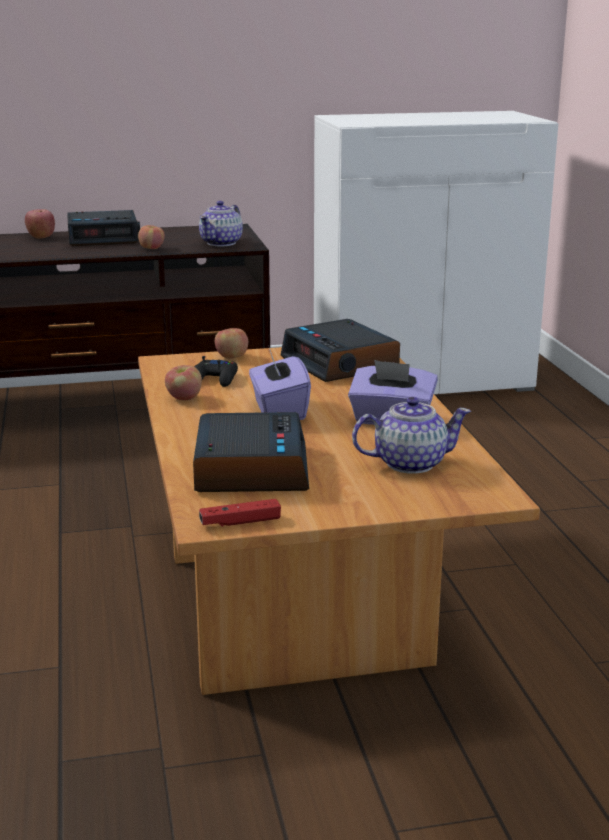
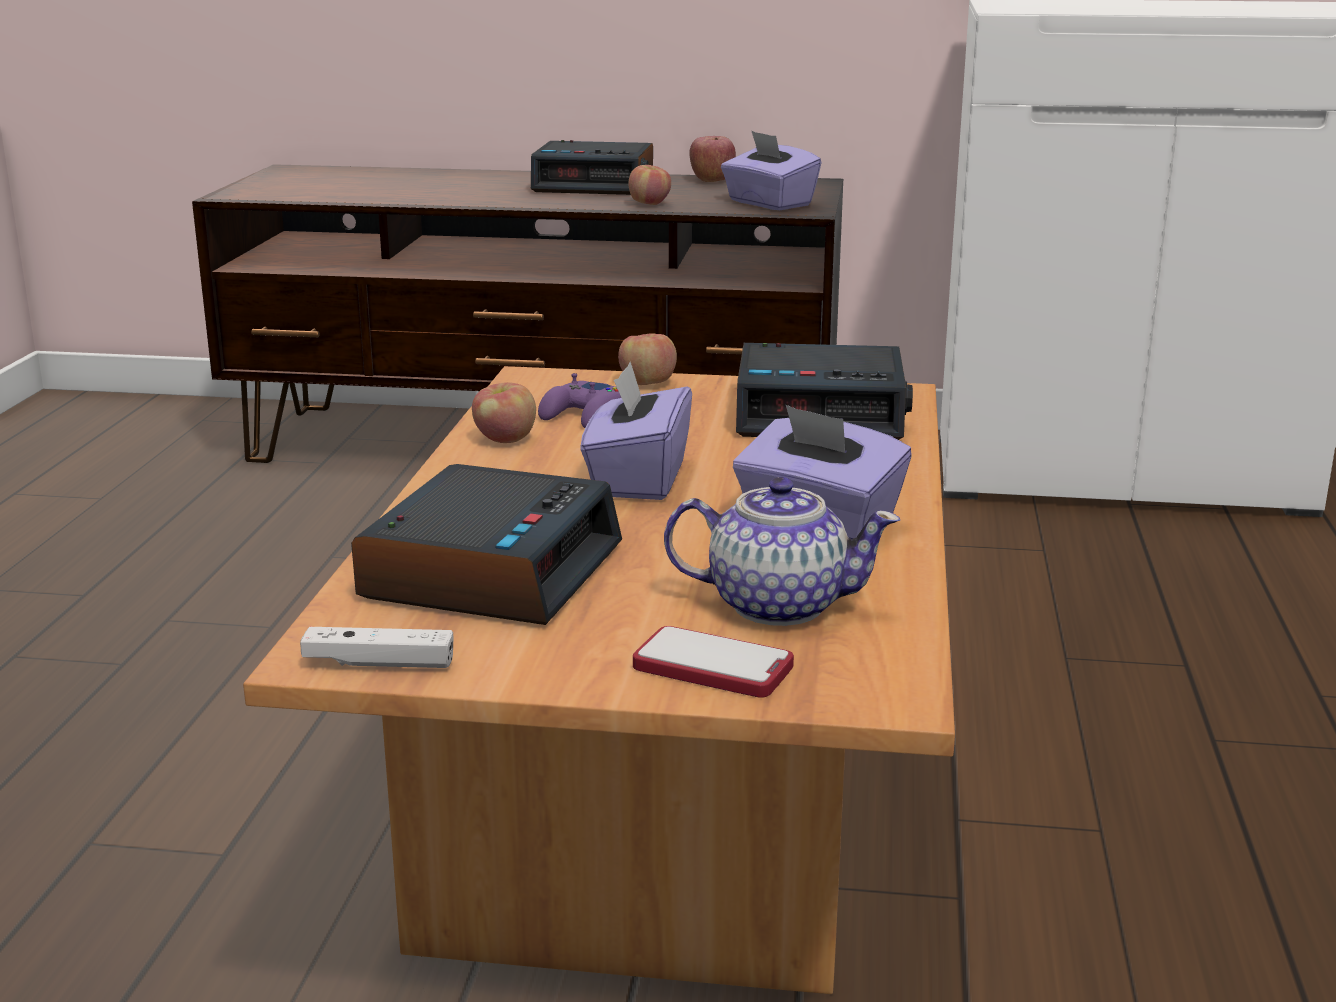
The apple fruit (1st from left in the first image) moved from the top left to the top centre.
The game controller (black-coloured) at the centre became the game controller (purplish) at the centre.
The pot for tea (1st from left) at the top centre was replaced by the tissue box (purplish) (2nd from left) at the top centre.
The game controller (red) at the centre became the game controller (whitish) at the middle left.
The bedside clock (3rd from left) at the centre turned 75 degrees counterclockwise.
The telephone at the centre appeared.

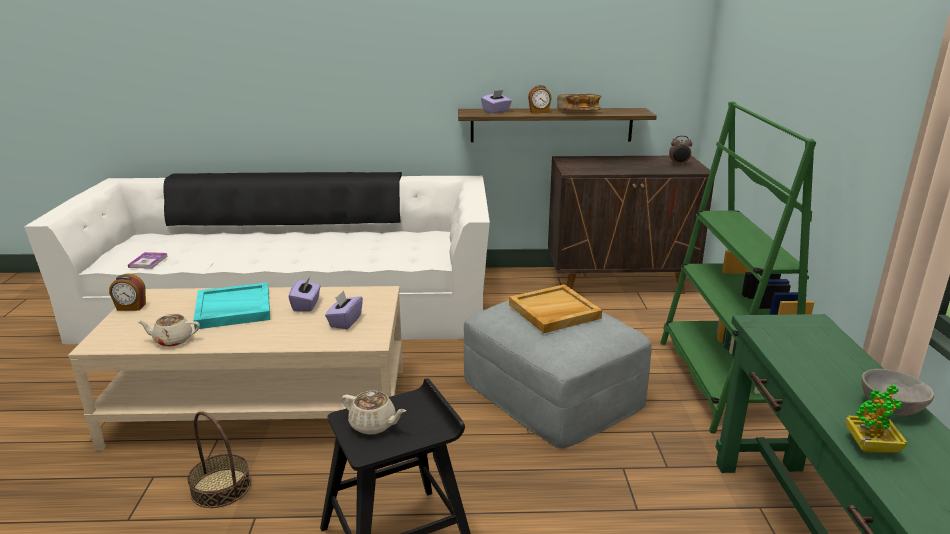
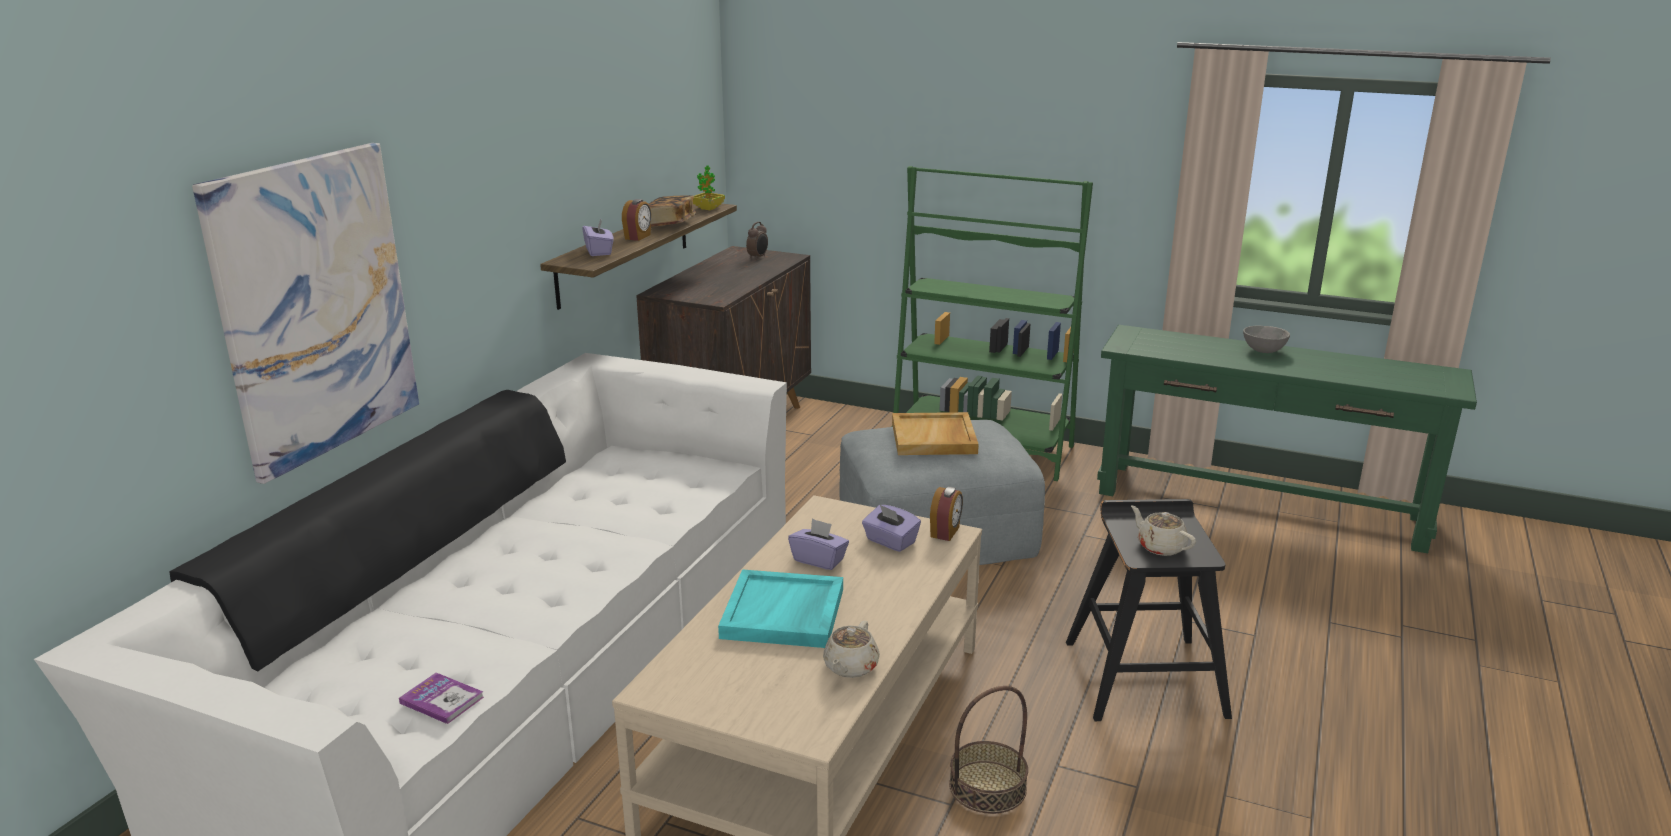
The bedside clock (1st from left in the first image) moved from the middle left to the centre.
The pot for tea (sand-coloured) (2nd from left) at the bottom centre turned 90 degrees counterclockwise.
The potted plant moved from the bottom right to the top centre.
The wall picture at the middle left appeared.

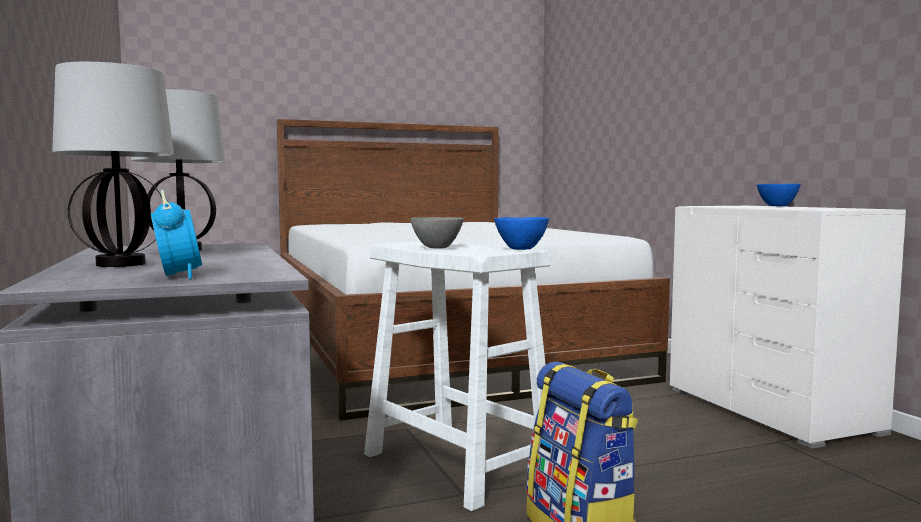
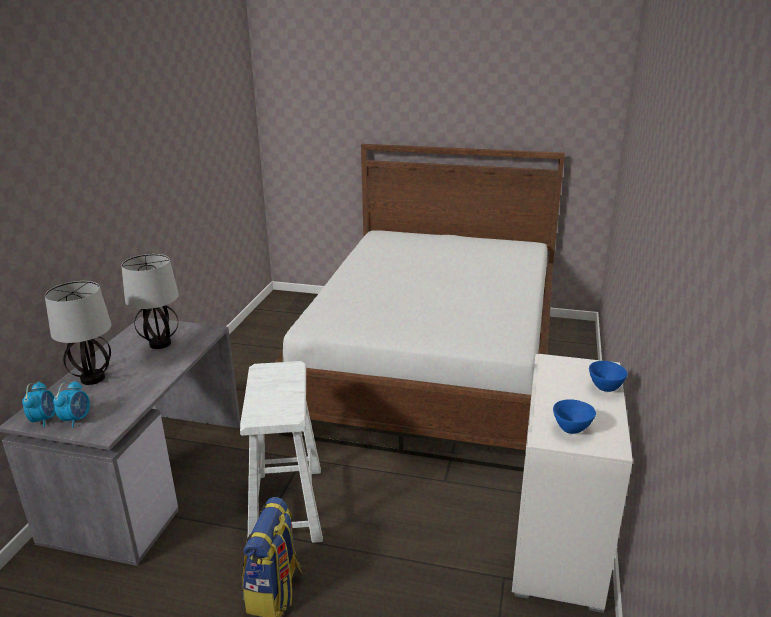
The bowl (grey) at the centre disappeared.
The bowl (blue-coloured) (1st from left) moved from the centre to the bottom right.
The bedside clock (1st from left) at the middle left appeared.

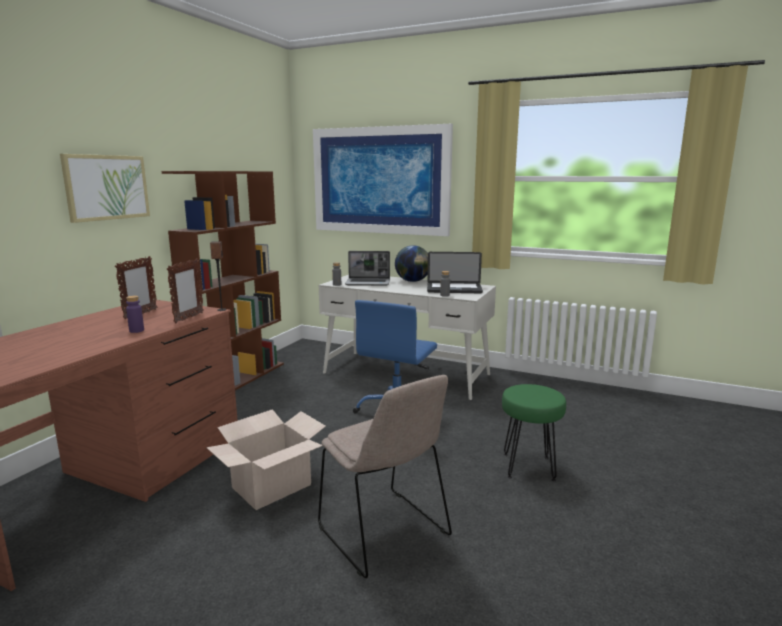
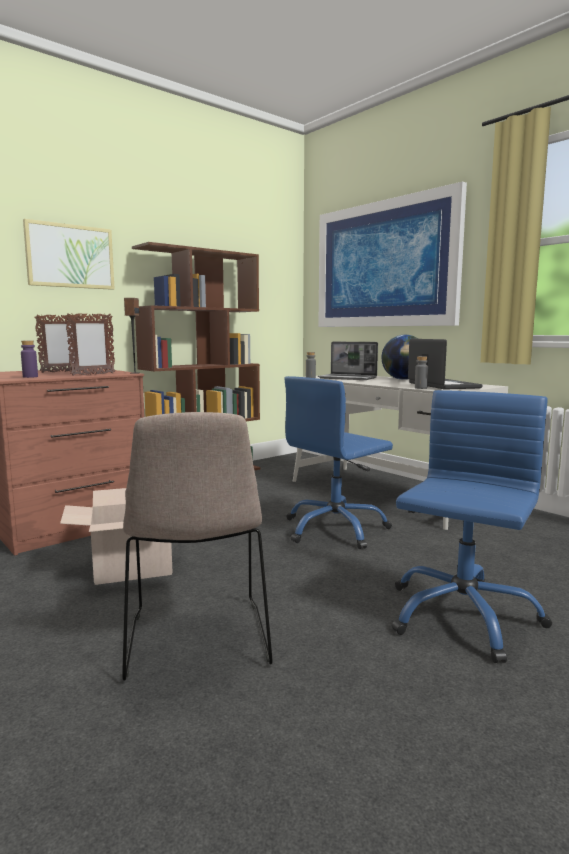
The notebook computer (2nd from left) at the centre turned 135 degrees counterclockwise.
The sitting stool (green) at the bottom right was replaced by the desk chair (blue-coloured) (2nd from left) at the middle right.

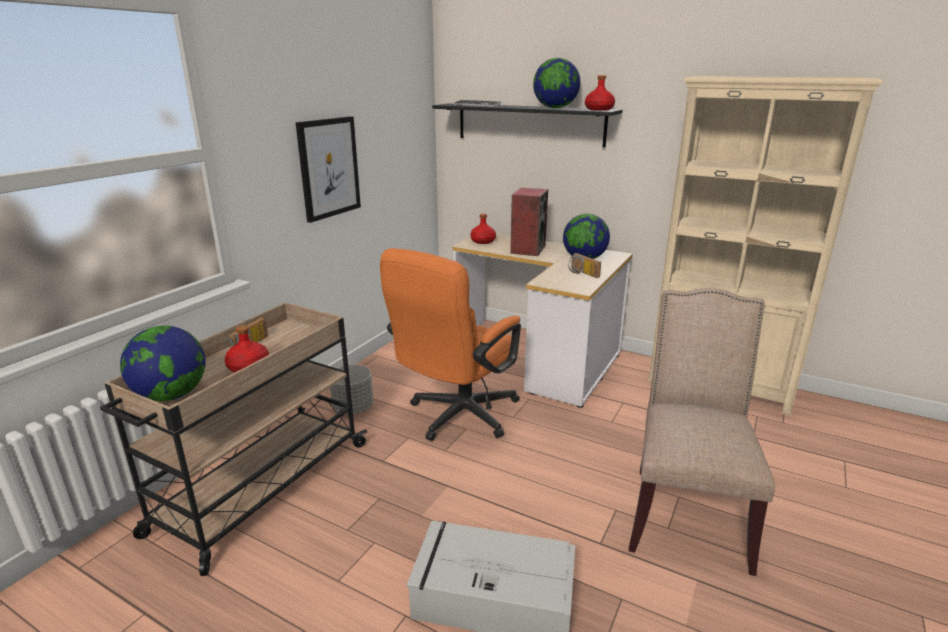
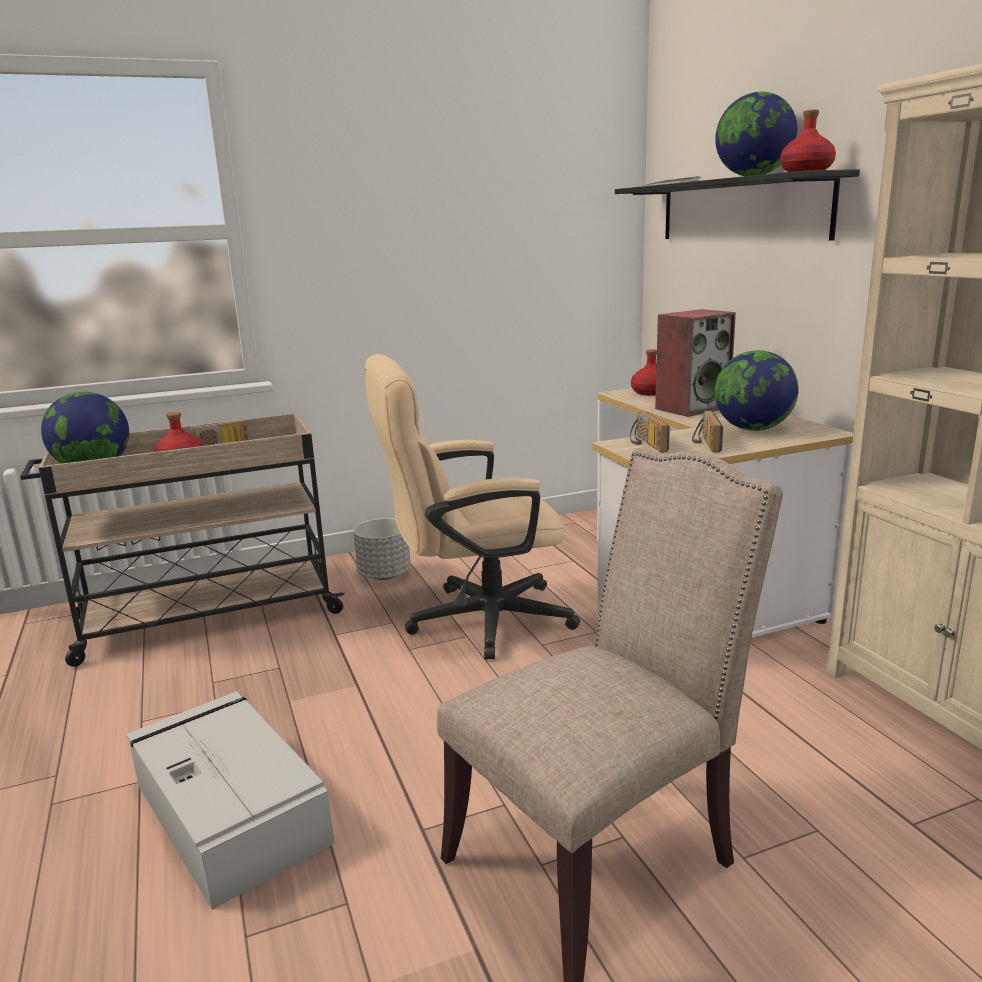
The wall picture at the top centre disappeared.
The desk chair (orange) at the centre became the desk chair (sand-coloured) at the centre.
The radio set (2nd from left) at the centre appeared.

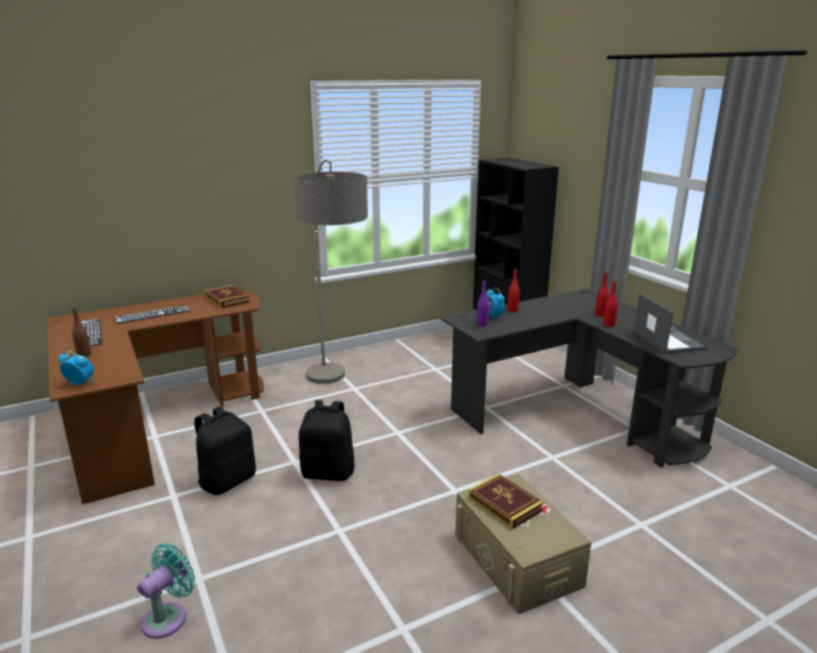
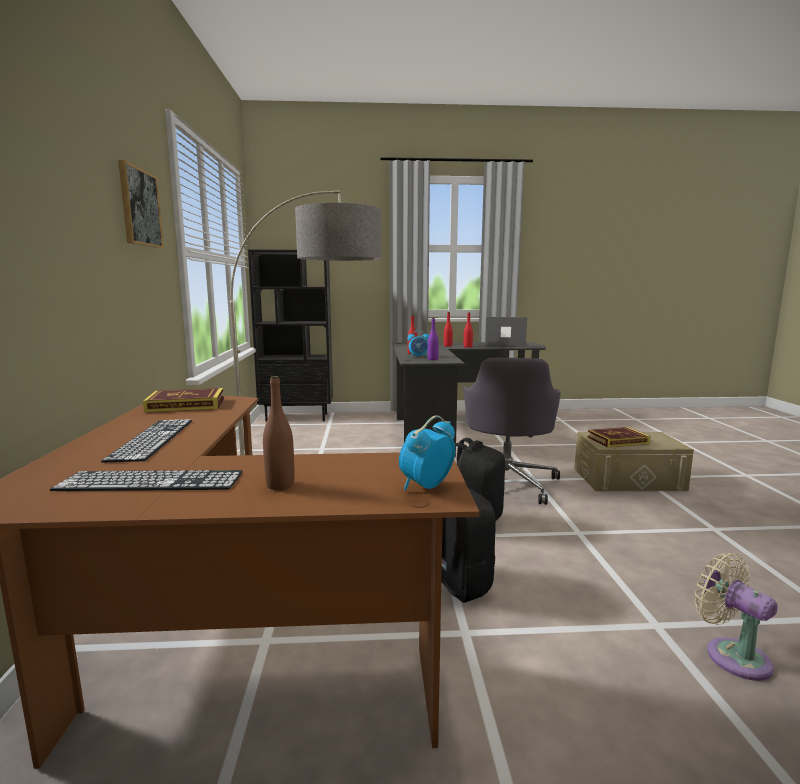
The fan (turquoise-coloured) at the bottom left became the fan (sand-coloured) at the bottom right.
The wall picture at the top left appeared.
The desk chair (grey) at the centre appeared.

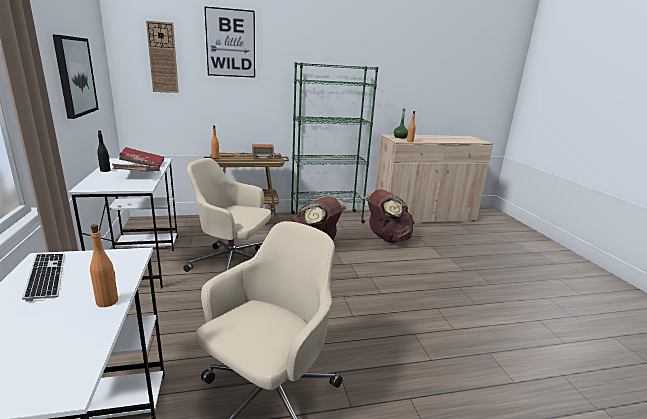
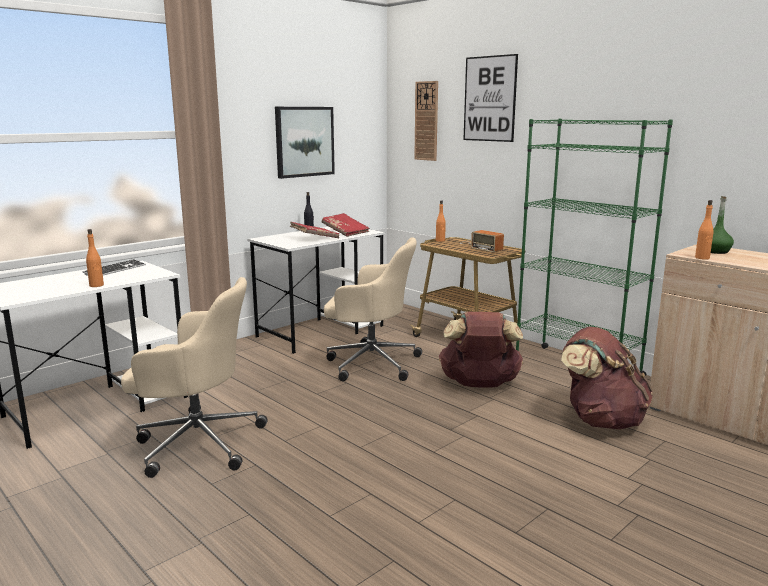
The desk chair (sand-coloured) (1st from left in the first image) at the centre turned 120 degrees clockwise.

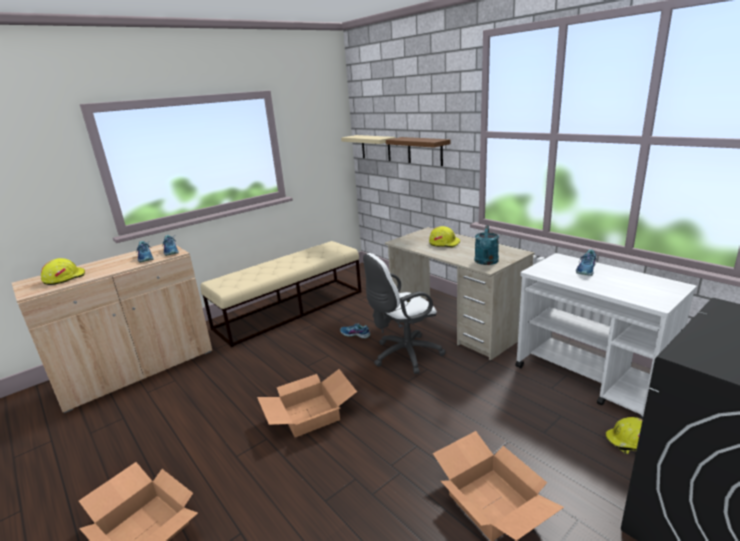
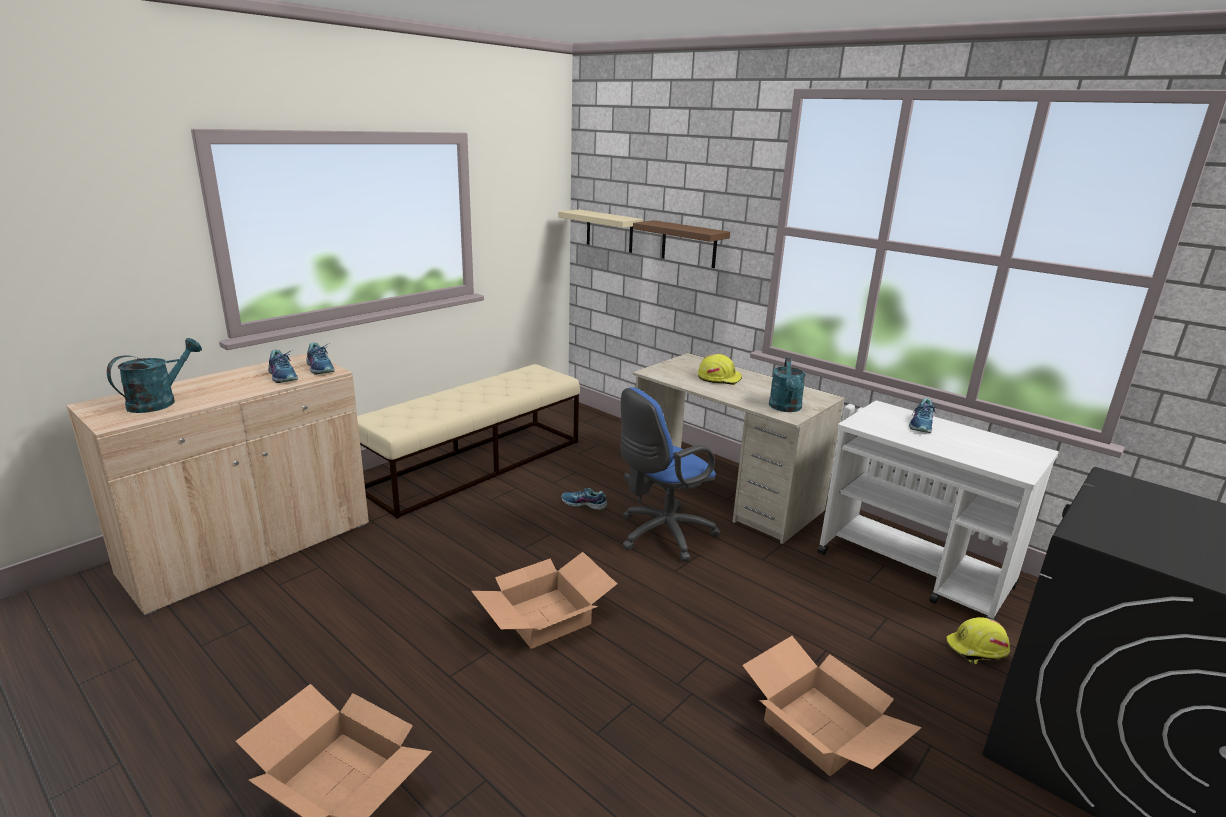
The work helmet (yellow-coloured) (1st from left) at the middle left was replaced by the sprinkling can (turquoise-coloured) (1st from left) at the middle left.
The desk chair (whitish) at the centre became the desk chair (blue-coloured) at the centre.

